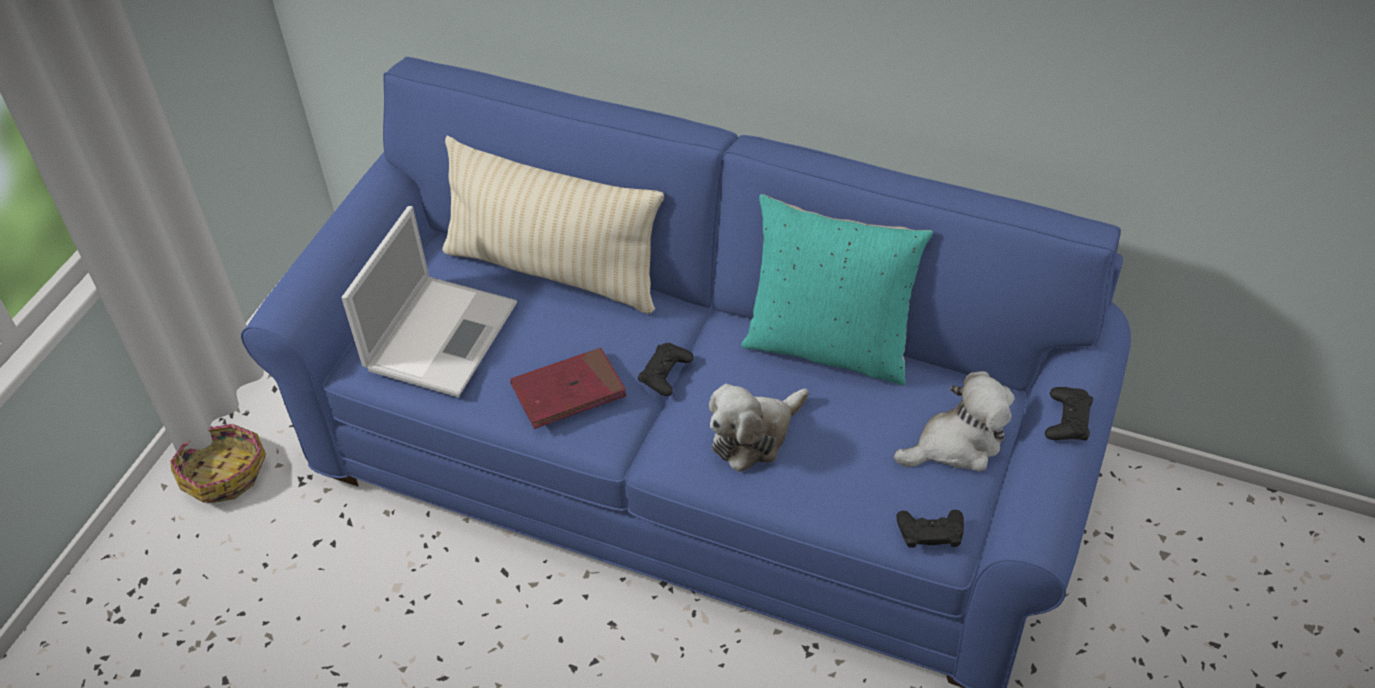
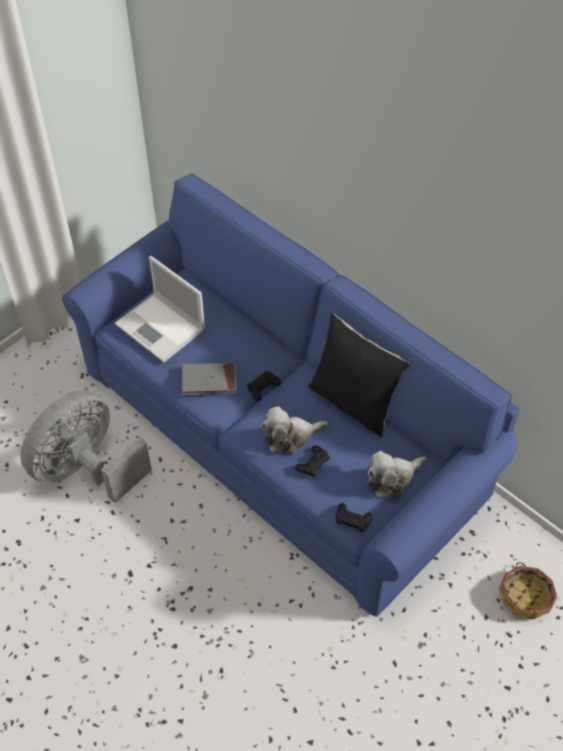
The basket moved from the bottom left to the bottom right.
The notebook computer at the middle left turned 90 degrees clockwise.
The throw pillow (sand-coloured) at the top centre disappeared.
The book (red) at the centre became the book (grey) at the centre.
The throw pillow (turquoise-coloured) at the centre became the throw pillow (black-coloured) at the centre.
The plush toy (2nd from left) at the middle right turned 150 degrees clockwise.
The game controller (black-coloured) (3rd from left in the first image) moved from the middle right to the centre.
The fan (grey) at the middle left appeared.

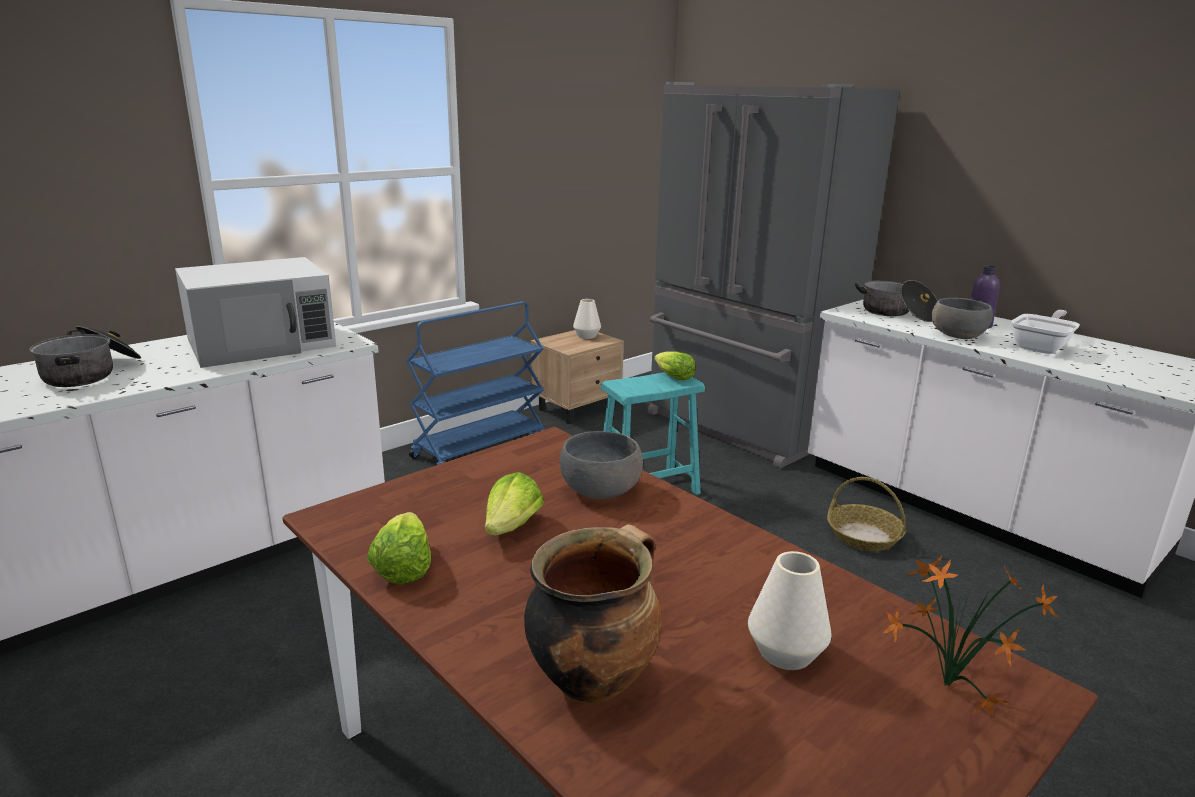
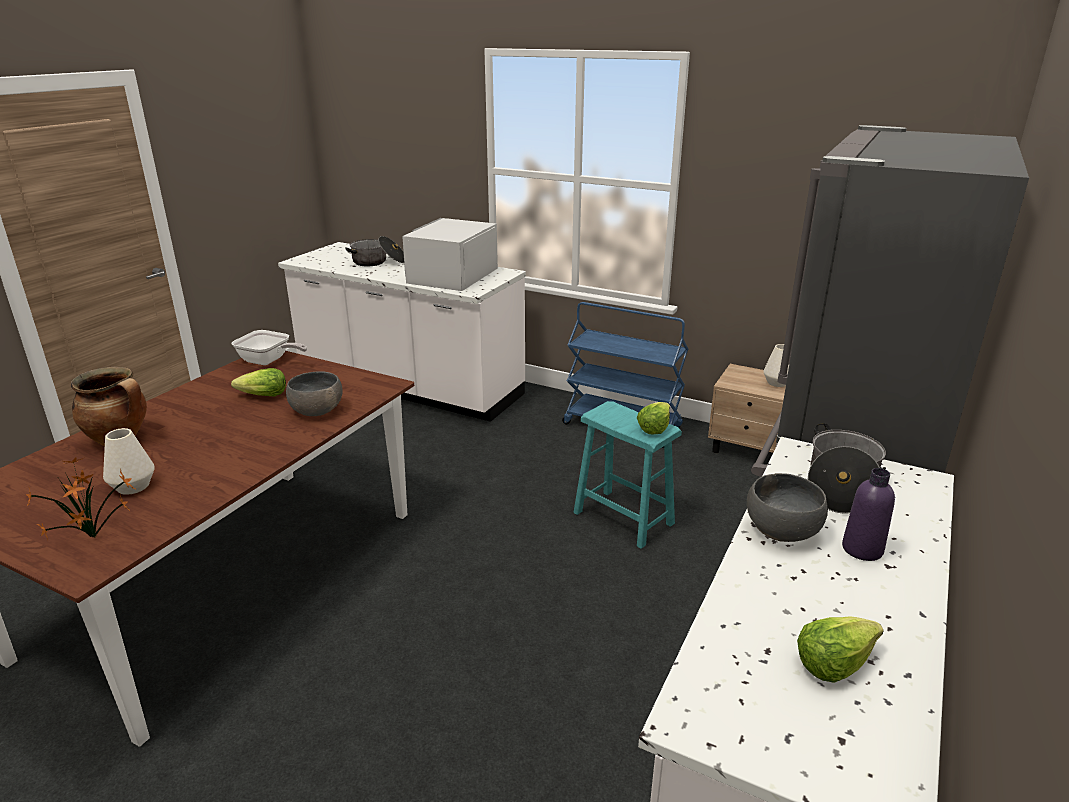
The microwave oven (whitish) at the middle left turned 75 degrees clockwise.
The lettuce (1st from left in the first image) moved from the bottom centre to the bottom right.
The basket at the middle right disappeared.
The frying pan moved from the middle right to the middle left.

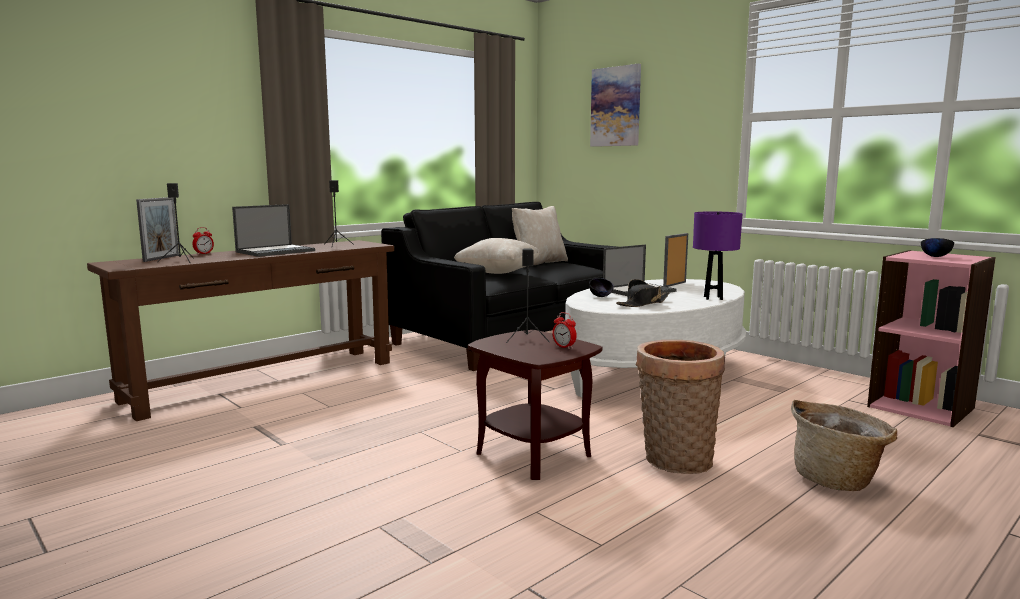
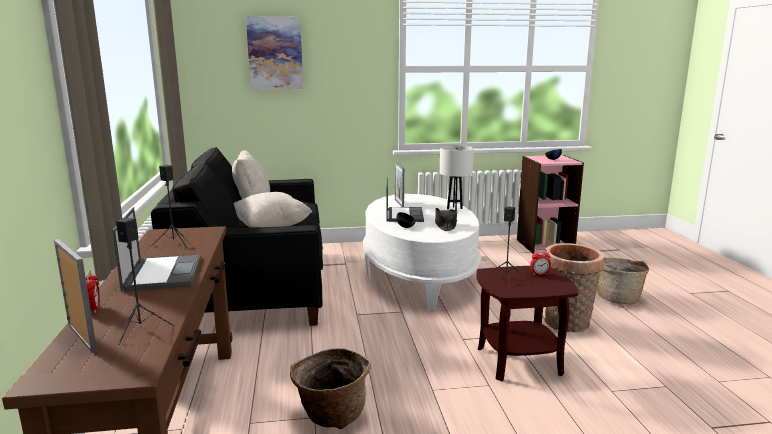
The lamp for a table (purplish) at the middle right became the lamp for a table (whitish) at the centre.
The basket (1st from left) at the bottom centre appeared.

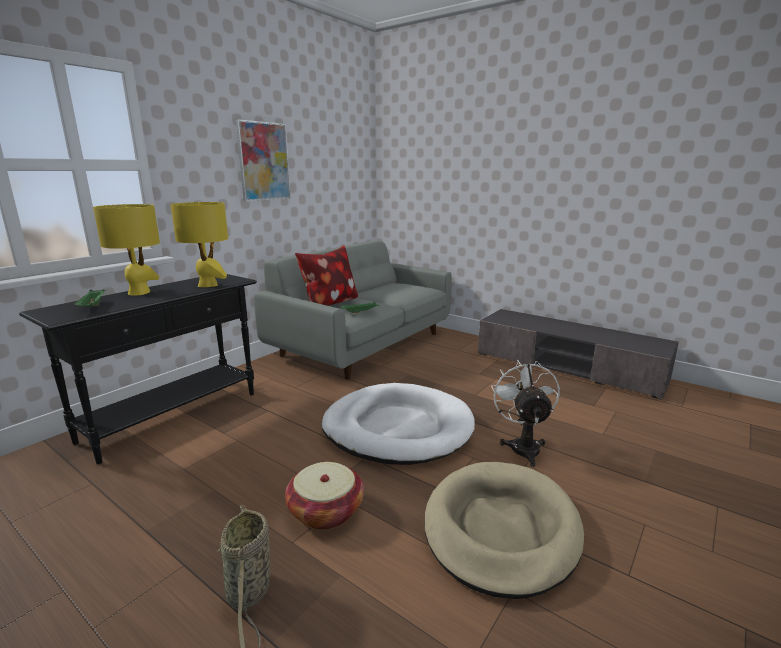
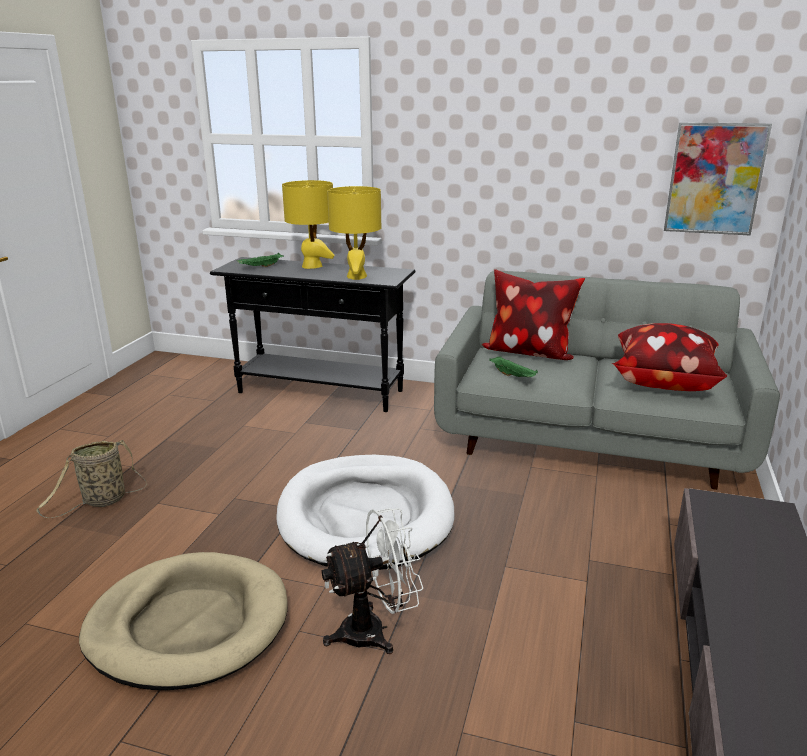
The wall picture moved from the top centre to the top right.
The basket (2nd from left) at the bottom centre disappeared.
The throw pillow (2nd from left) at the middle right appeared.

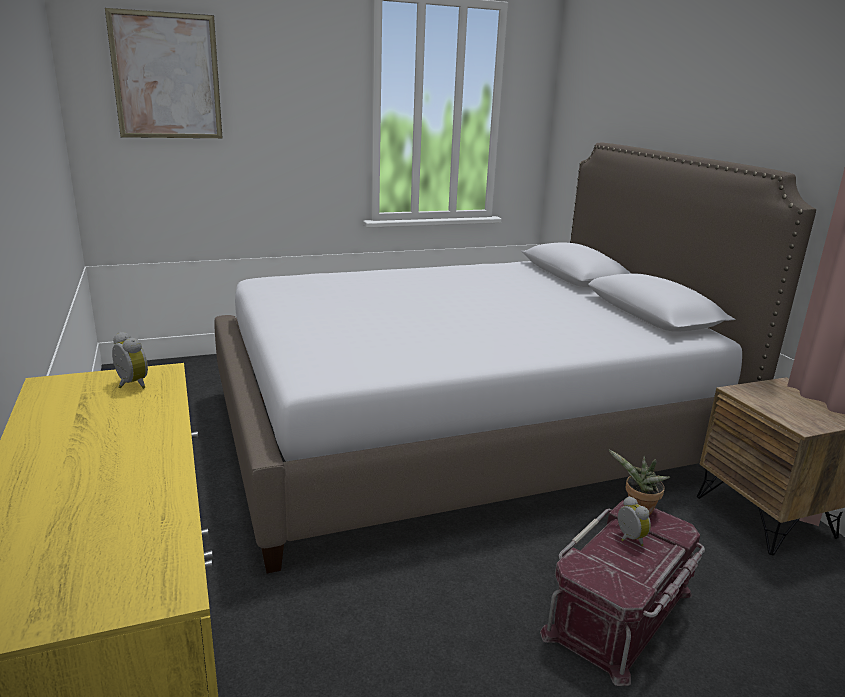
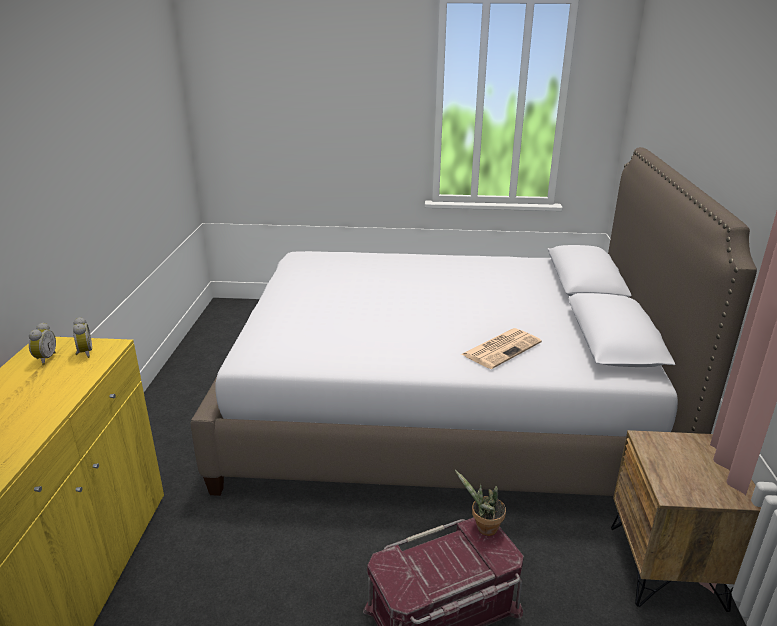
The wall picture at the top left disappeared.
The bedside clock (2nd from left in the first image) moved from the bottom right to the middle left.
The newspaper at the centre appeared.

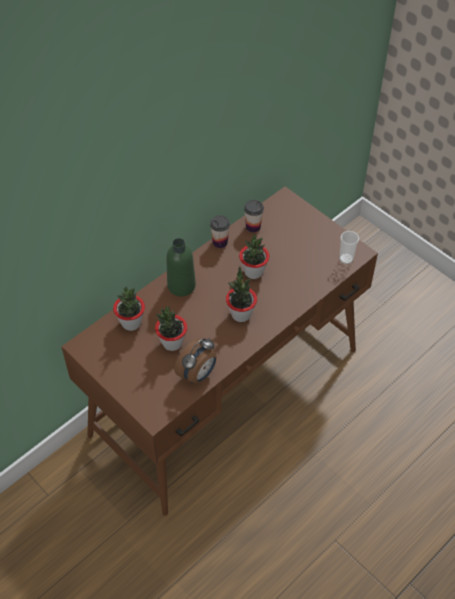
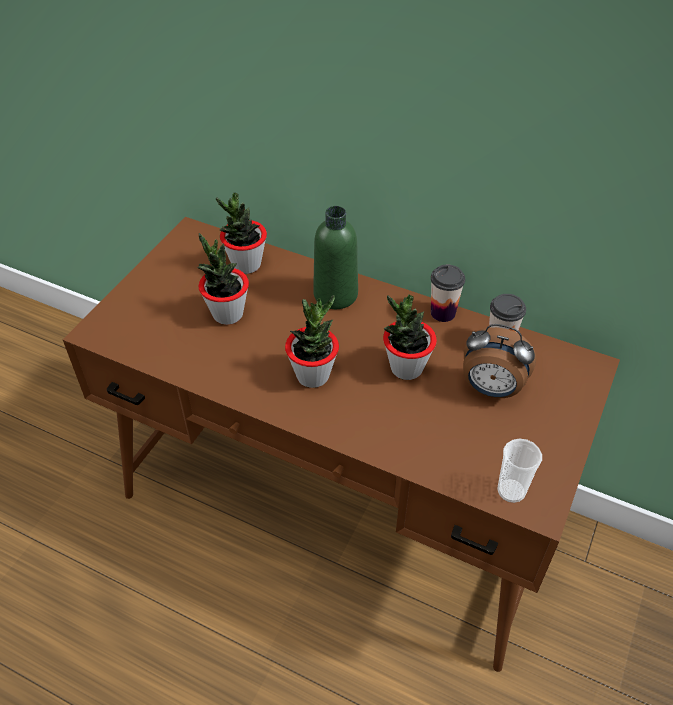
The bedside clock moved from the centre to the middle right.

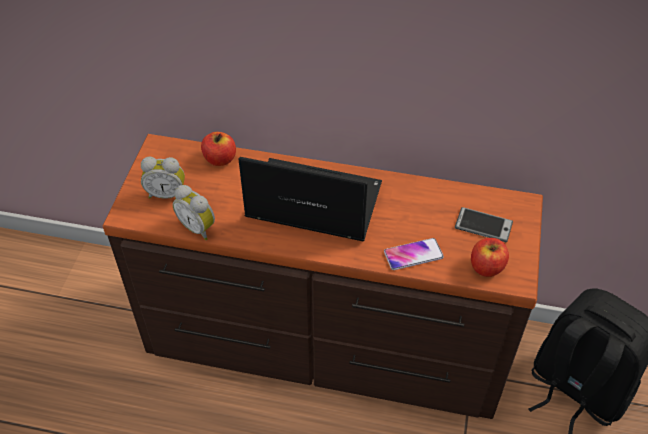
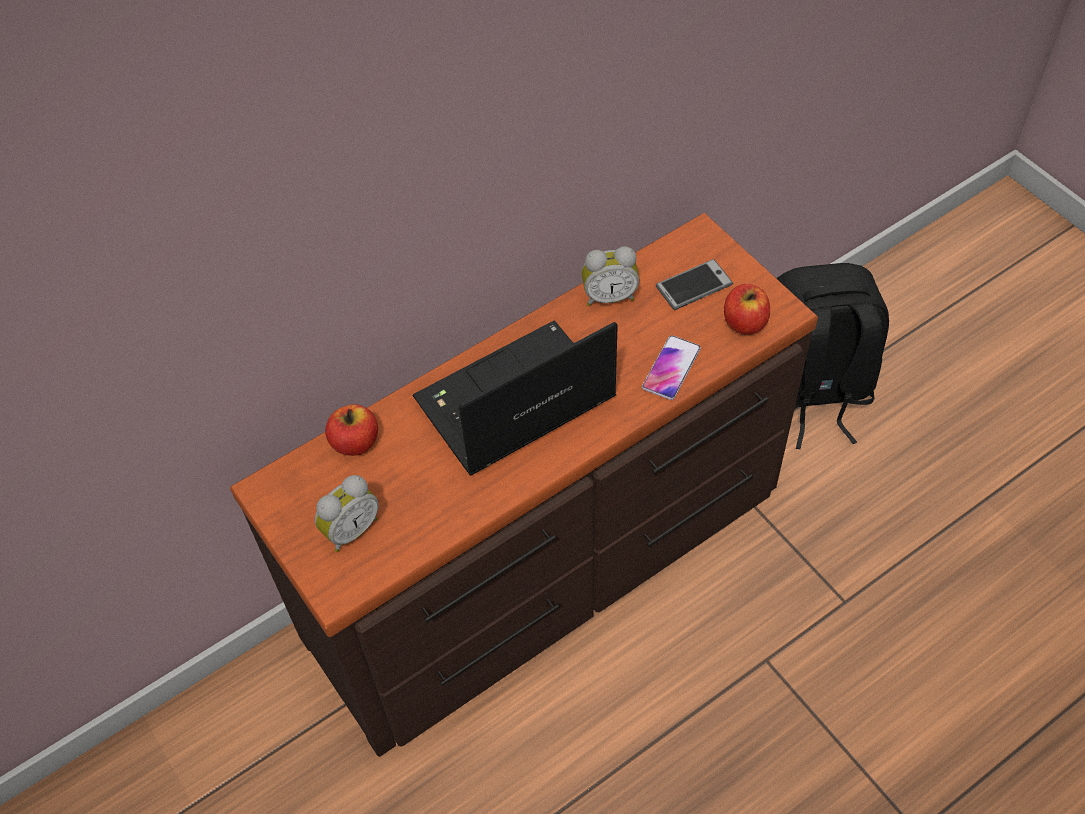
The bedside clock (2nd from left) moved from the middle left to the centre.

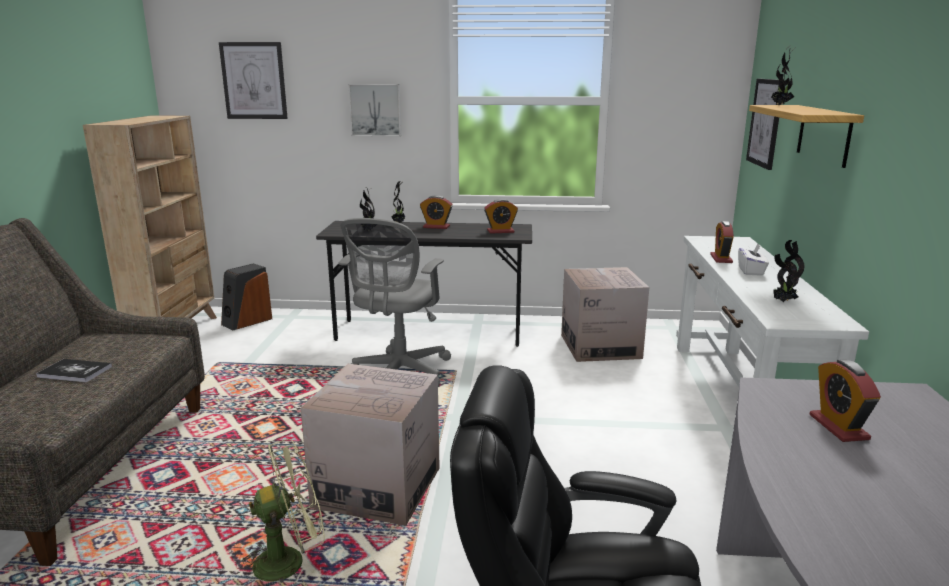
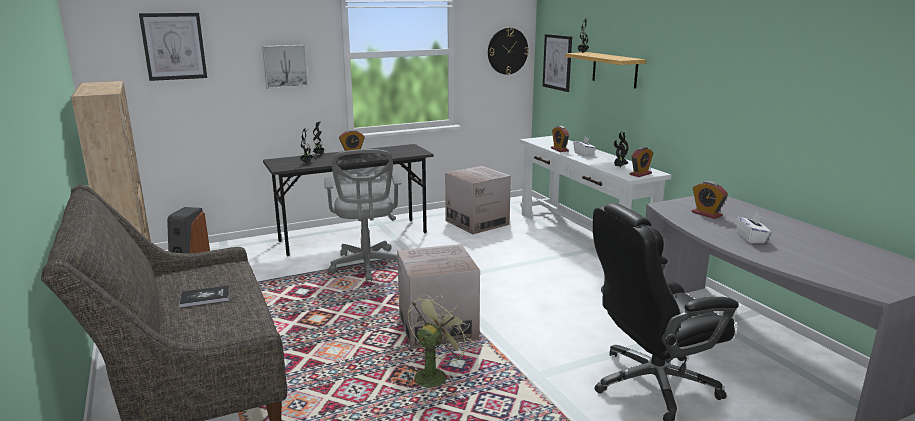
The bedside clock (2nd from left in the first image) moved from the centre to the middle right.
The clock on the wall at the top centre appeared.
The tissue box (whitish) (2nd from left) at the middle right appeared.

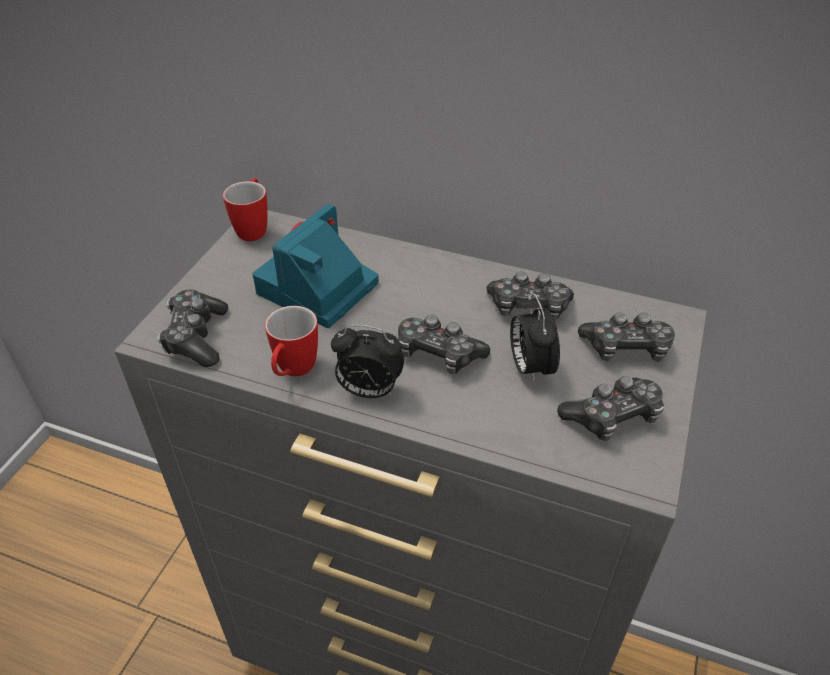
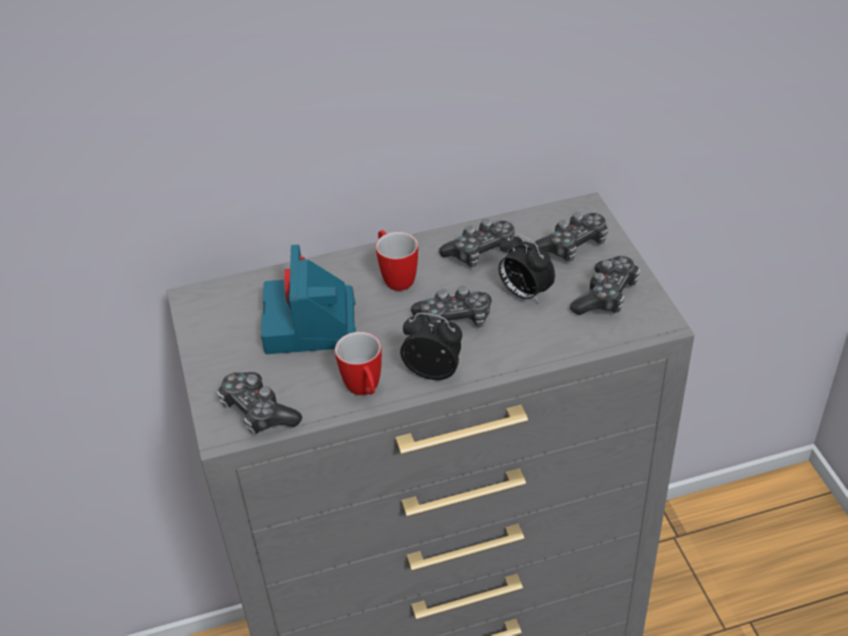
The mug (1st from left in the first image) moved from the top left to the centre.
The bedside clock (1st from left) at the centre turned 135 degrees counterclockwise.

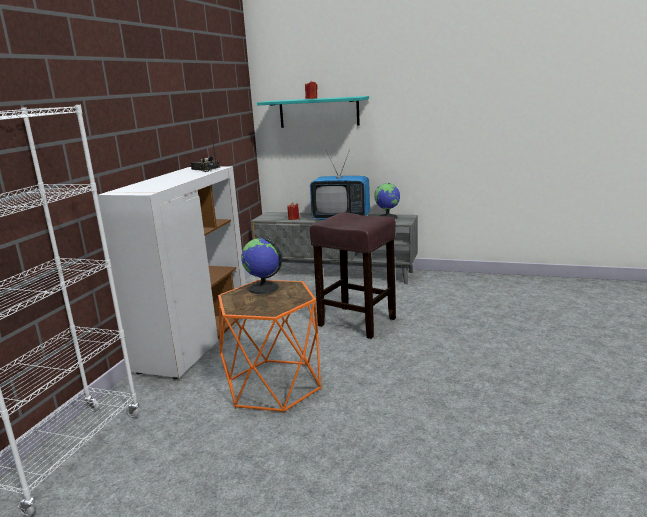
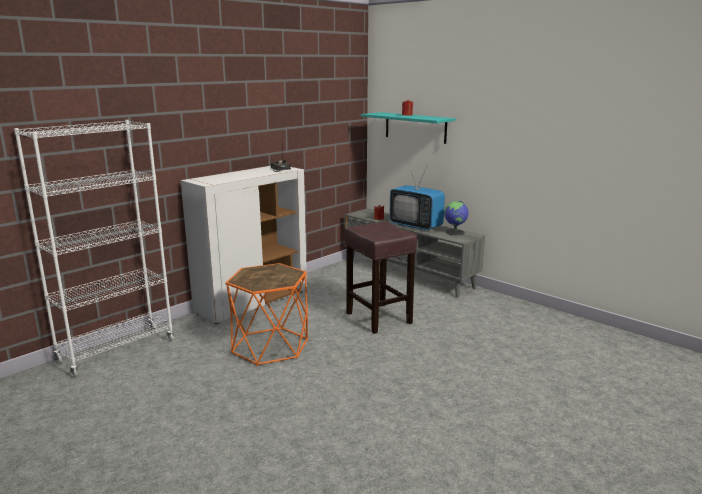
The world globe (1st from left) at the centre disappeared.

